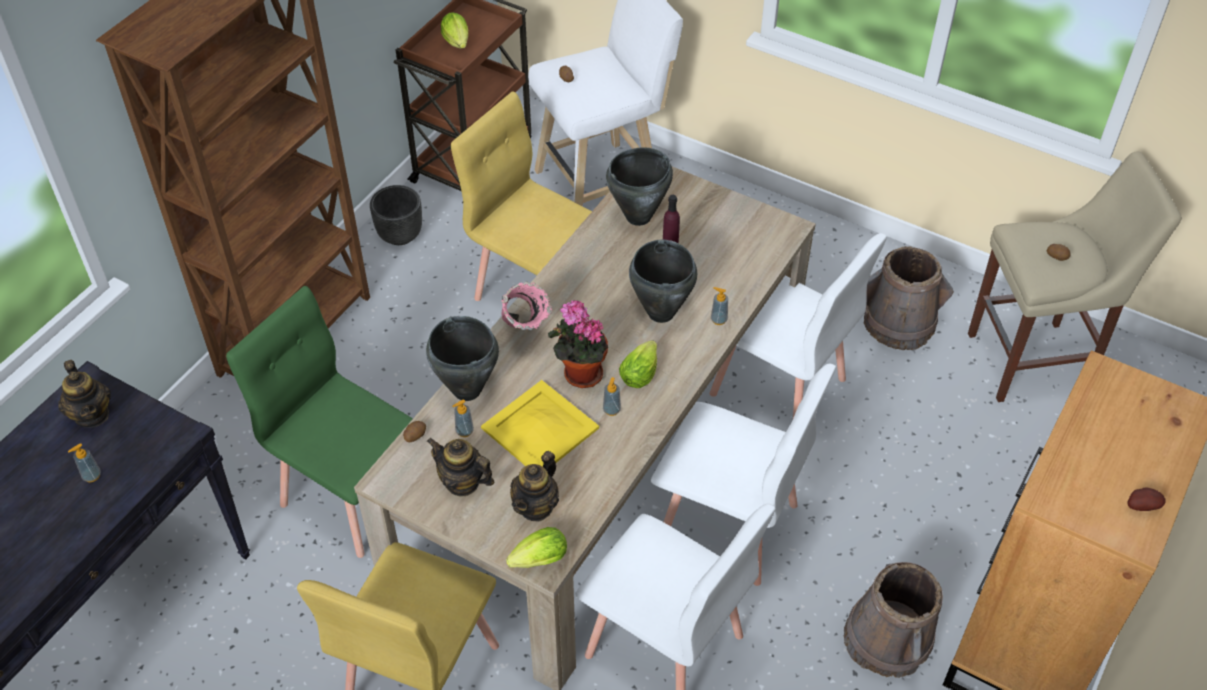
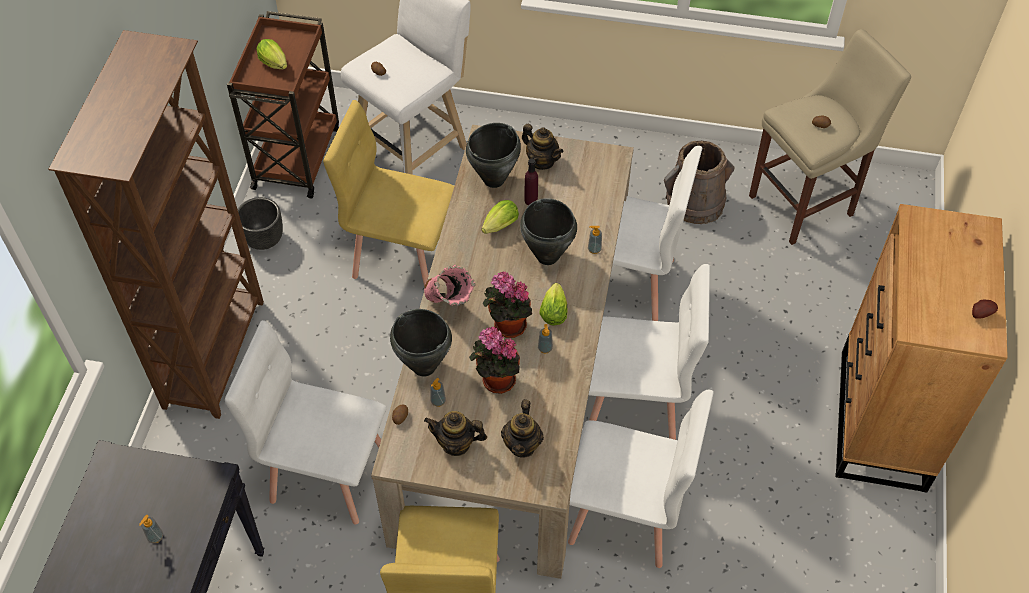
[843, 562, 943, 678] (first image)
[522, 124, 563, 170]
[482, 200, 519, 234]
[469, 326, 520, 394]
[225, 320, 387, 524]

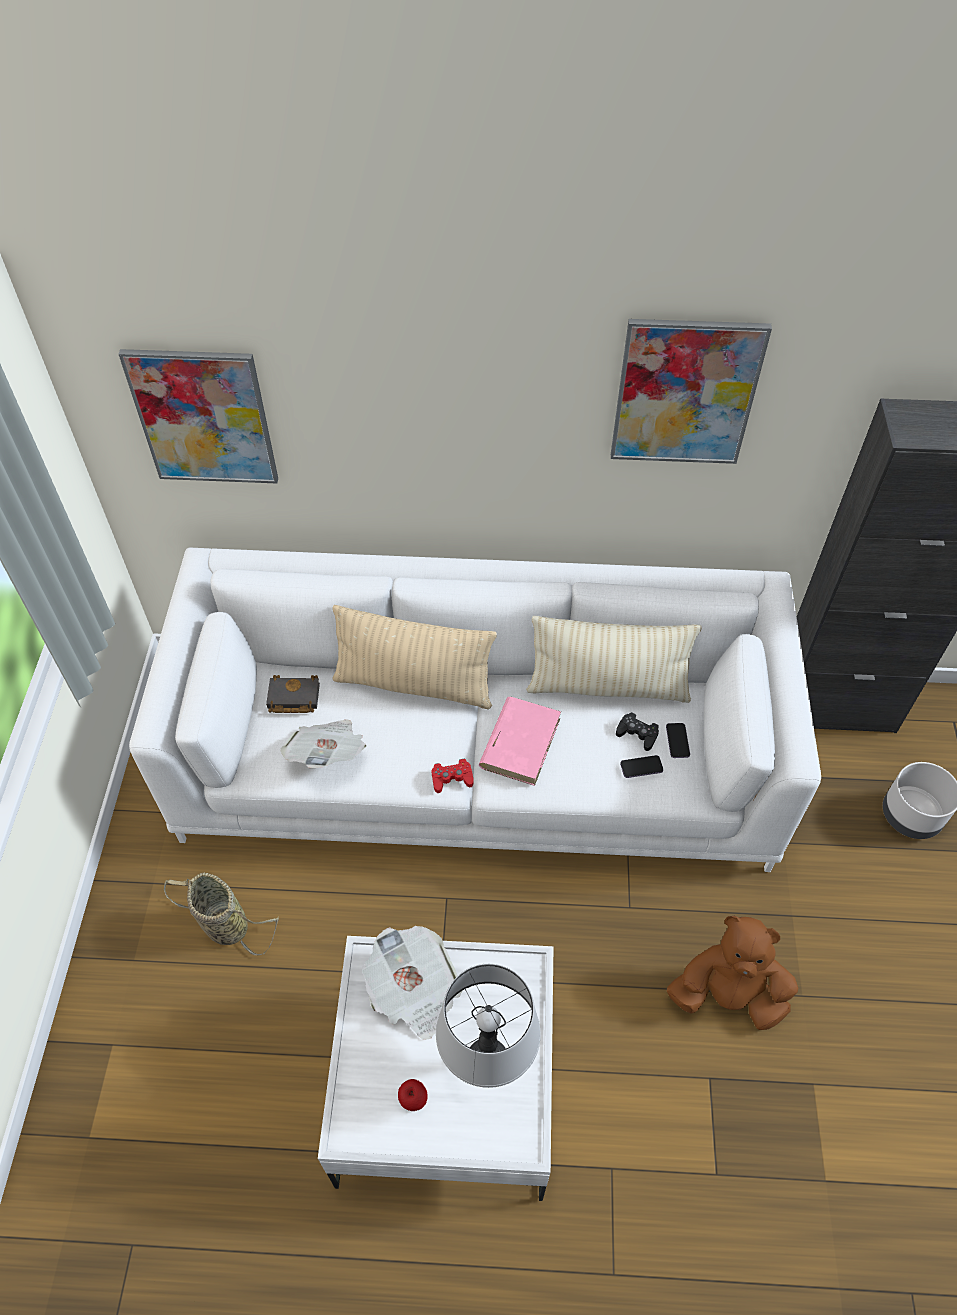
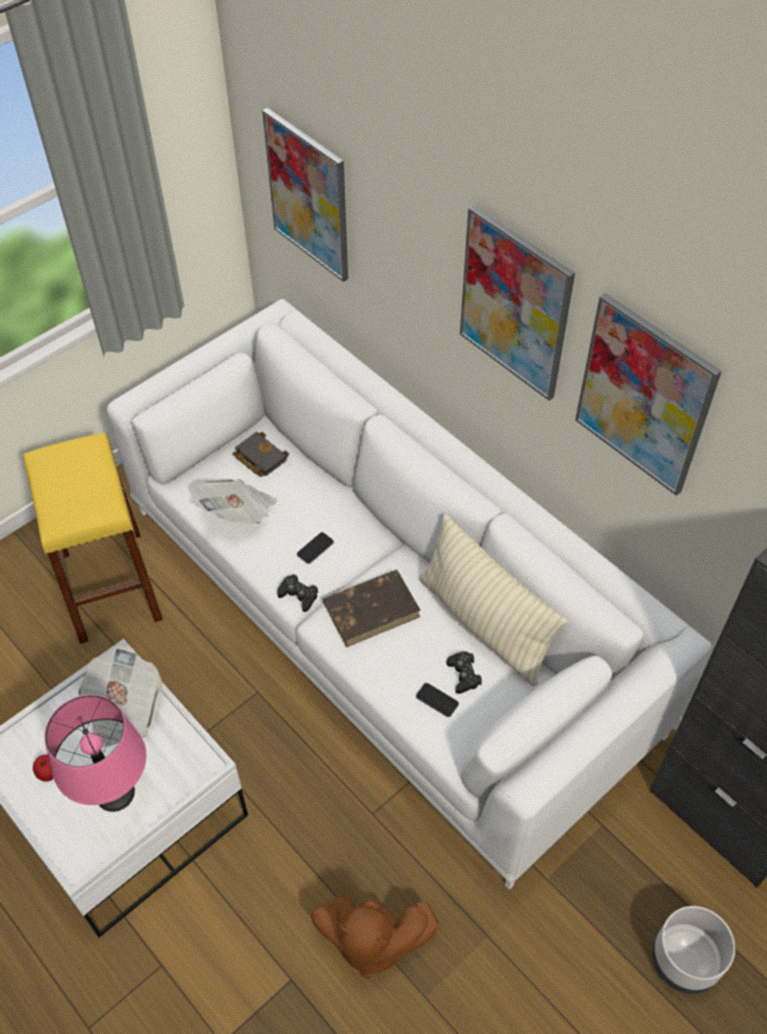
[332, 605, 497, 709] (first image)
[460, 205, 575, 401]
[297, 532, 334, 564]
[23, 433, 163, 644]
[277, 574, 318, 612]
[45, 695, 146, 812]
[323, 569, 421, 647]
[311, 895, 439, 978]

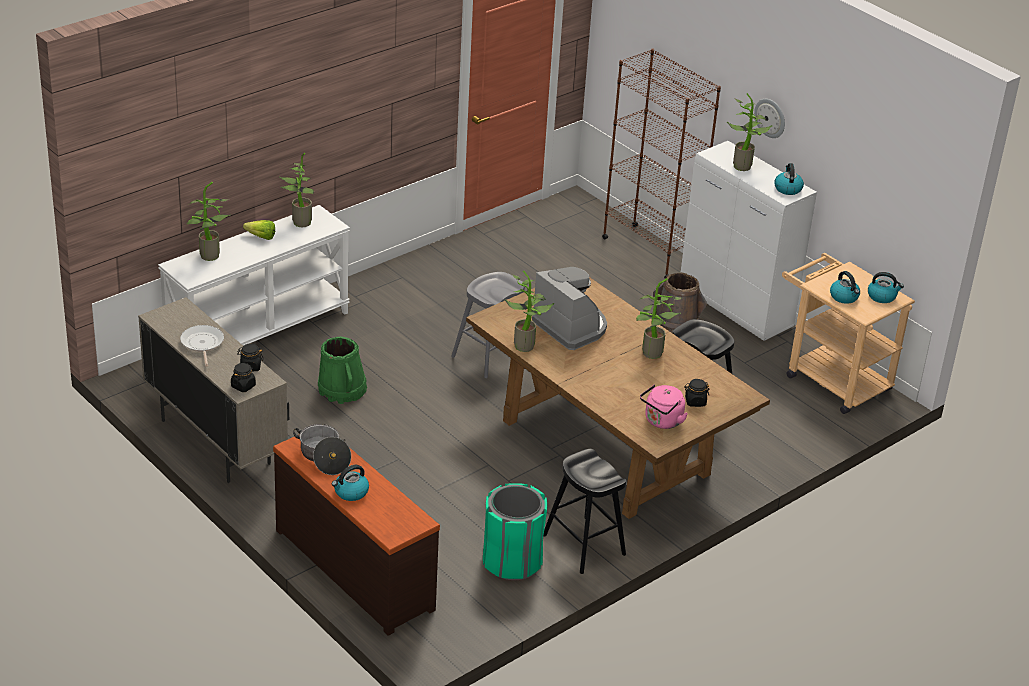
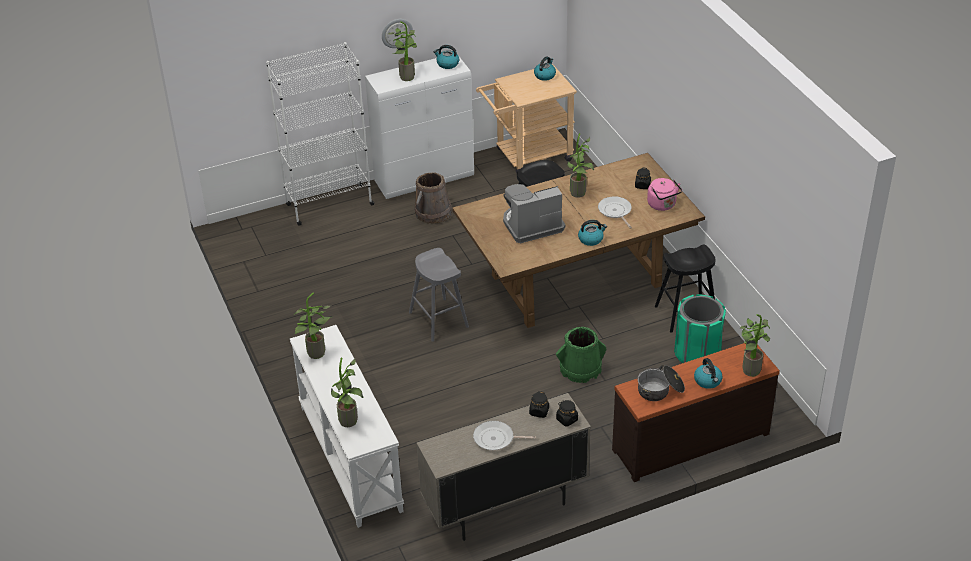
[243, 220, 275, 240] (first image)
[598, 196, 632, 229]
[556, 327, 606, 383]
[739, 314, 770, 377]
[578, 220, 607, 246]
[266, 42, 374, 226]

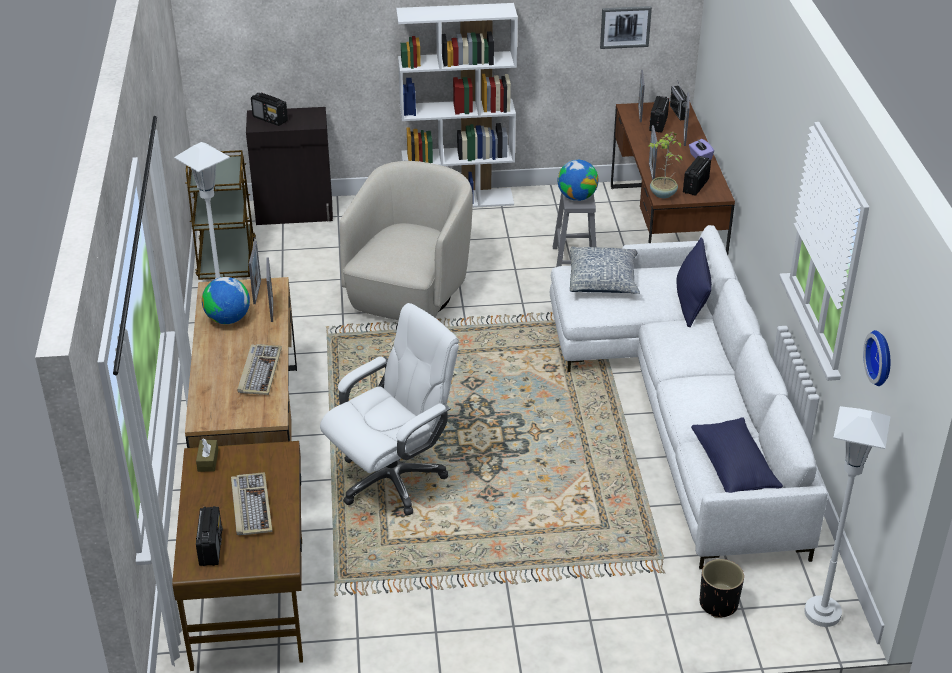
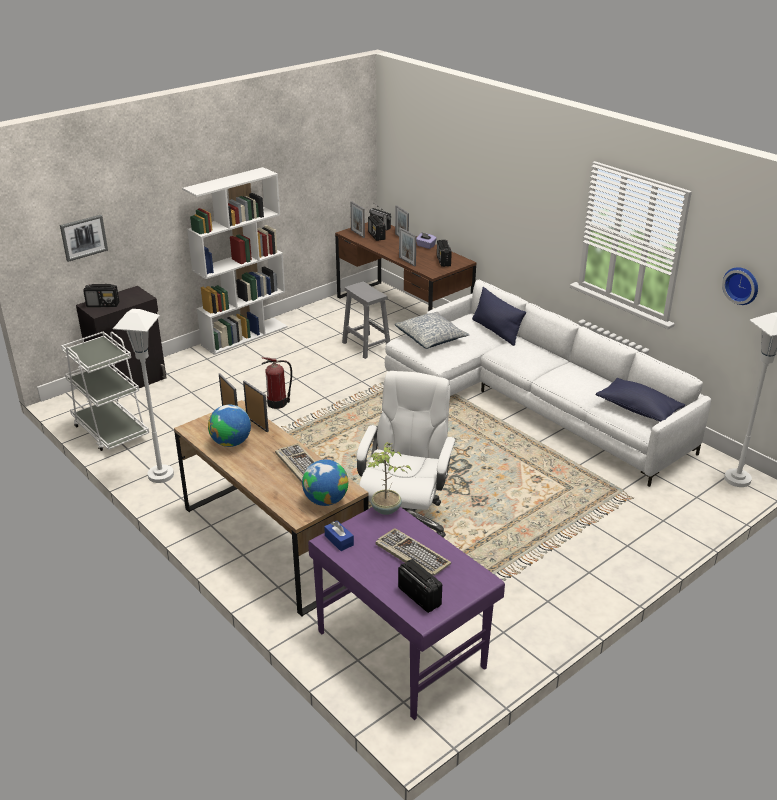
[700, 559, 744, 618] (first image)
[302, 459, 348, 506]
[60, 215, 108, 262]
[367, 442, 411, 515]
[262, 357, 292, 409]
[308, 507, 505, 720]
[61, 331, 149, 451]
[324, 521, 354, 551]

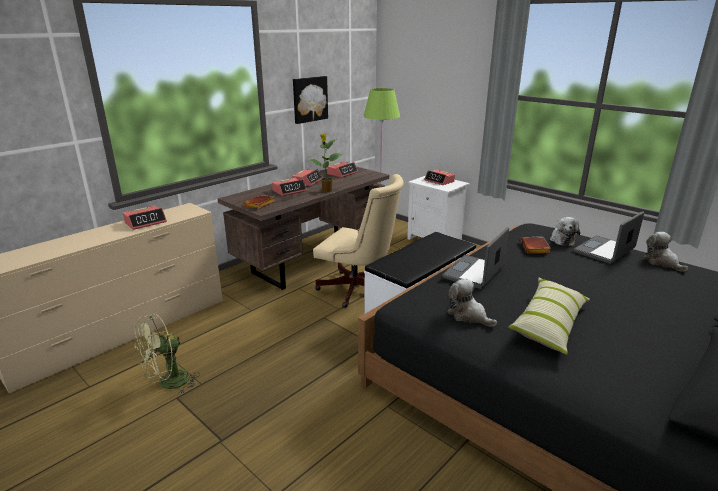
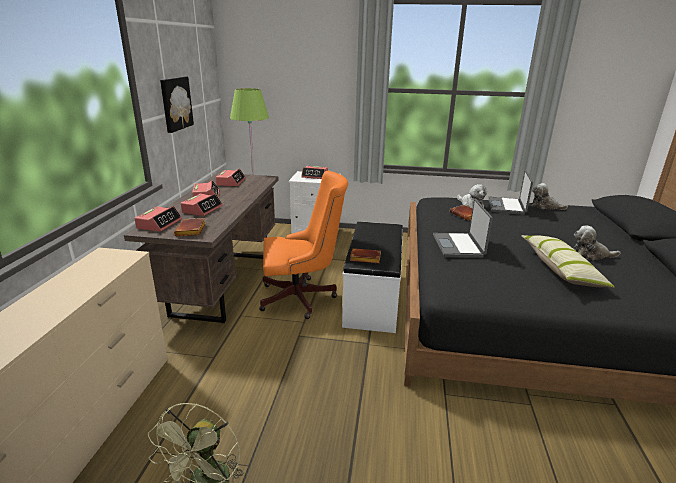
[308, 134, 343, 192] (first image)
[350, 248, 381, 263]
[134, 206, 182, 232]
[573, 226, 621, 260]
[259, 171, 348, 319]

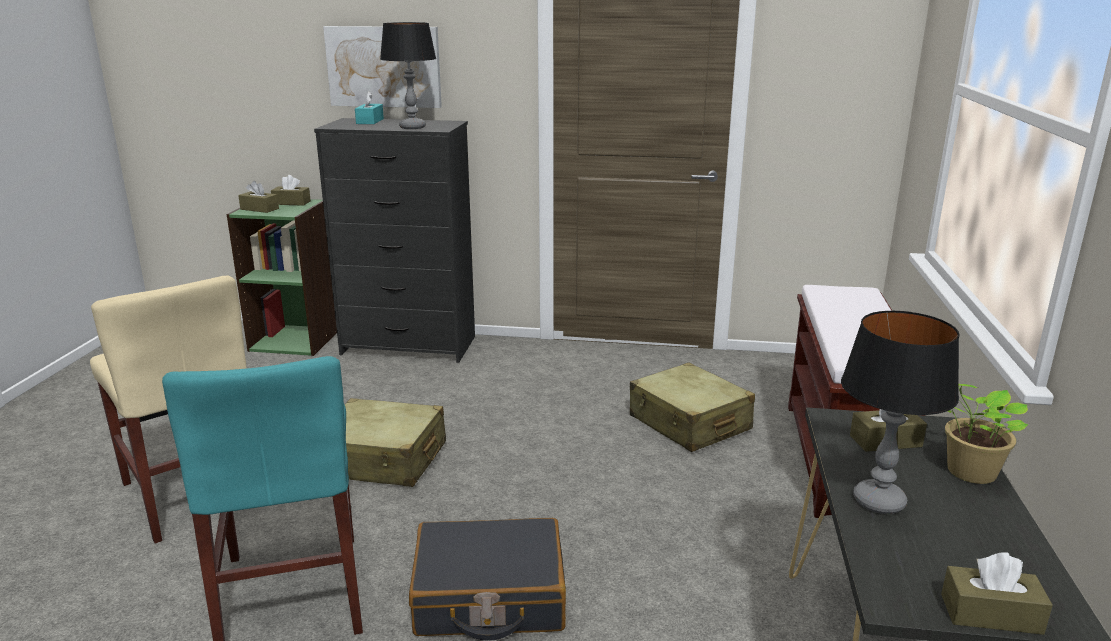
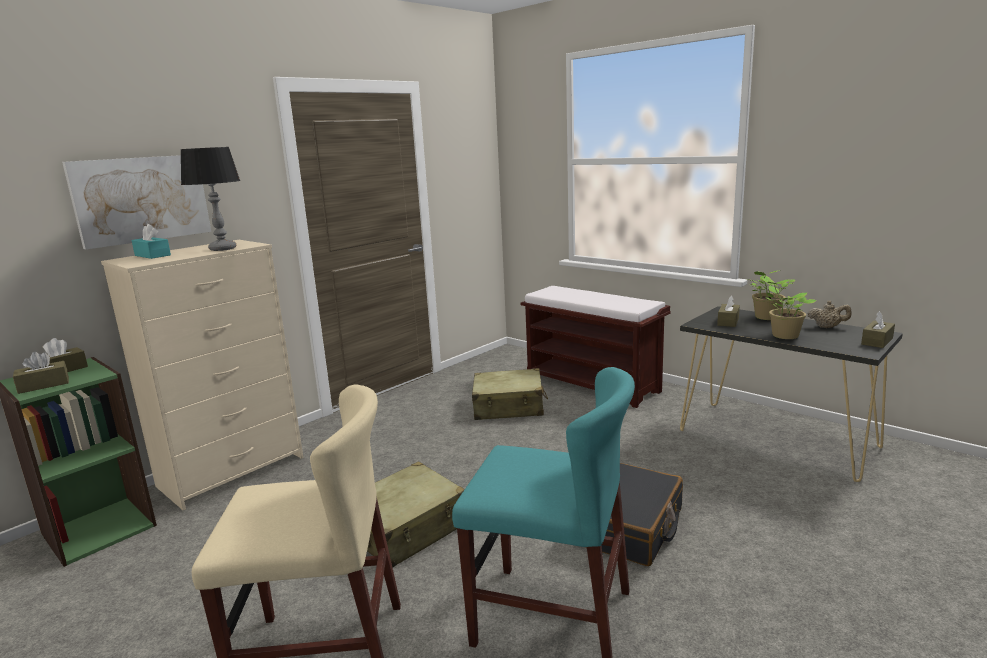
[807, 301, 852, 328]
[761, 277, 817, 339]
[101, 240, 304, 510]

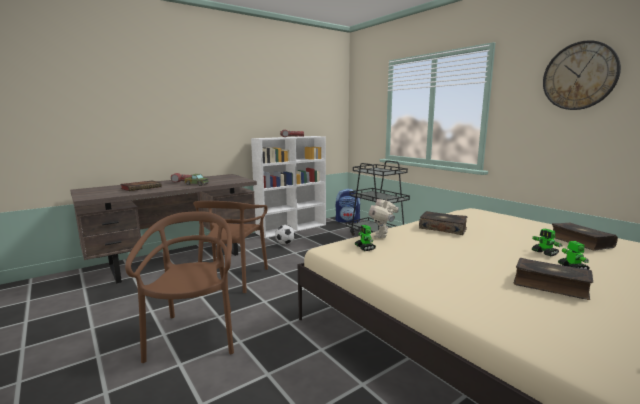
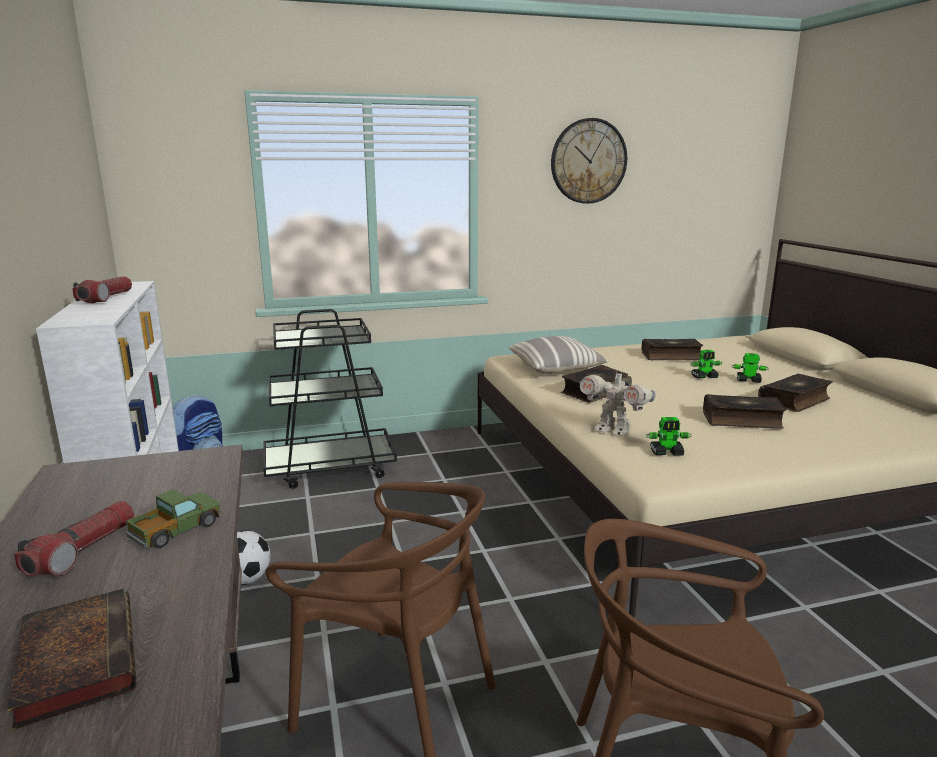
[509, 336, 609, 374]
[703, 394, 786, 429]

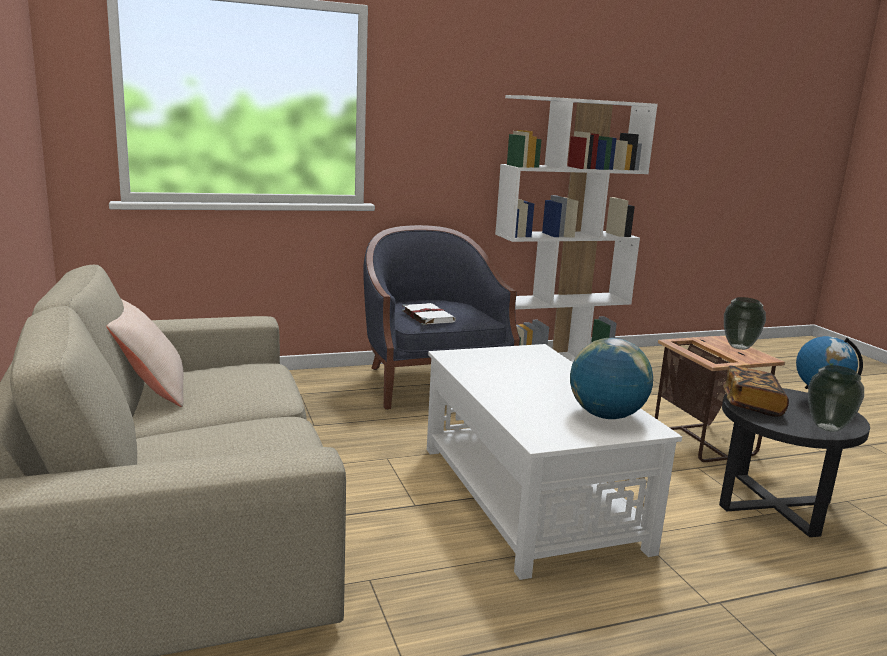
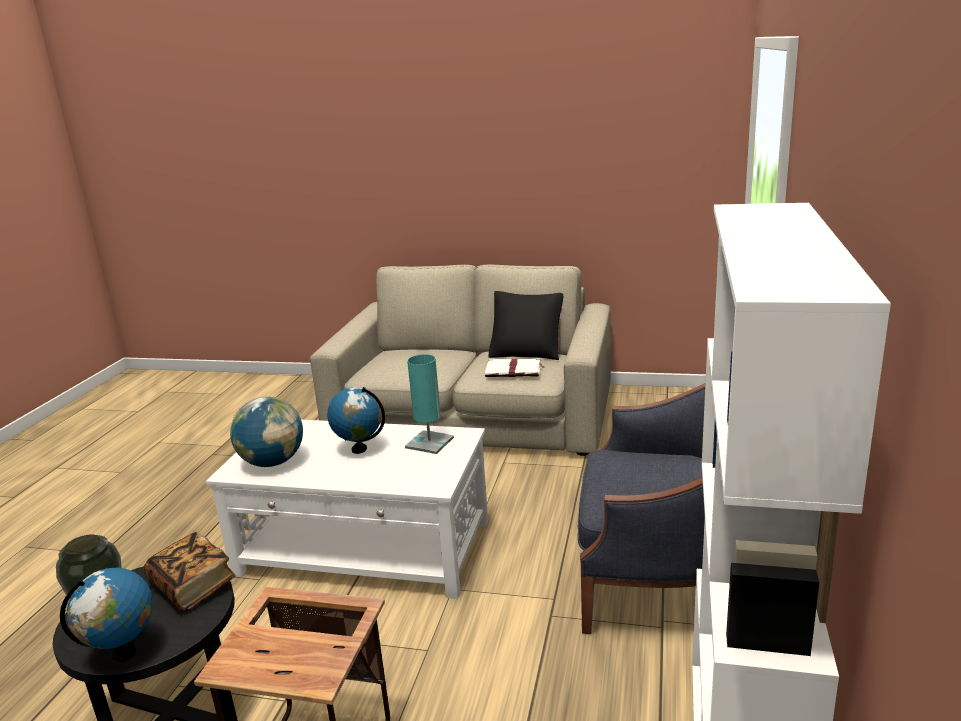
[724, 297, 766, 350] (first image)
[327, 387, 385, 454]
[405, 354, 454, 454]
[485, 358, 545, 377]
[489, 291, 563, 360]

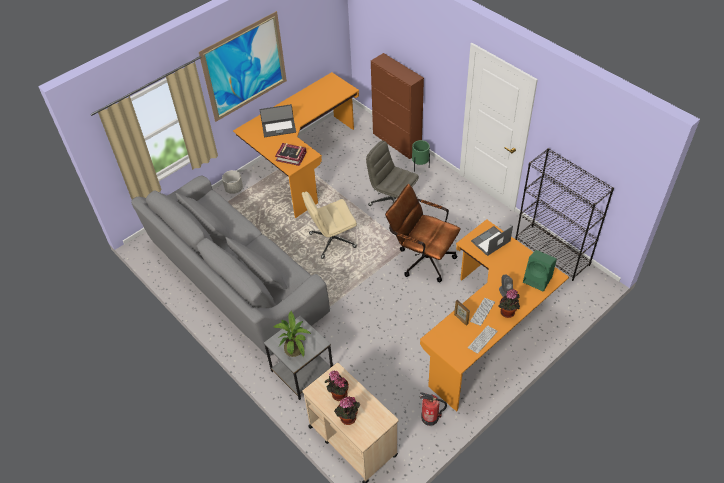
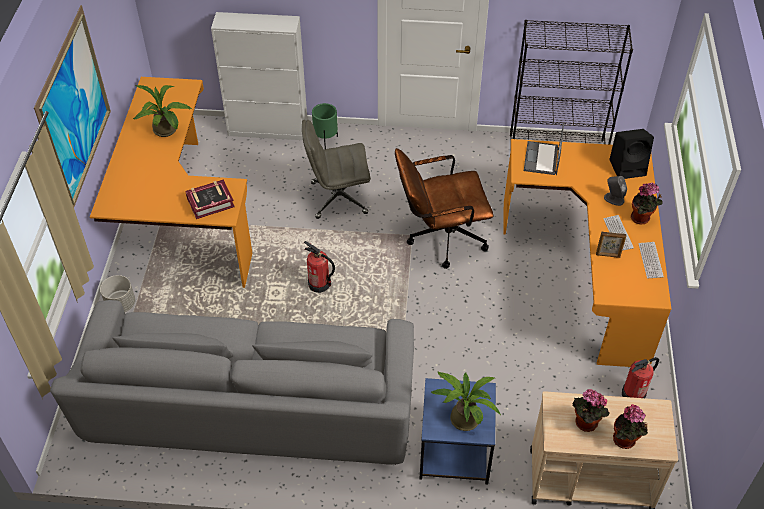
[259, 104, 296, 137] (first image)
[133, 85, 192, 137]
[304, 241, 335, 293]
[420, 378, 496, 484]
[211, 12, 308, 140]
[609, 129, 654, 179]

